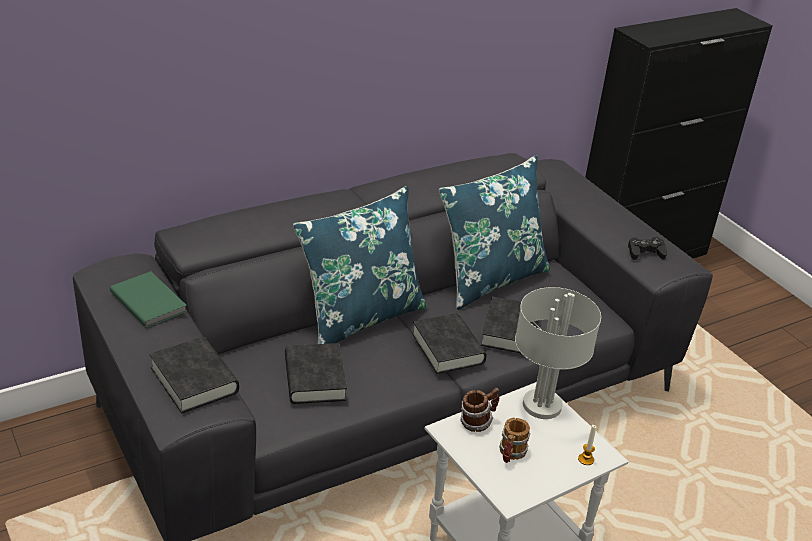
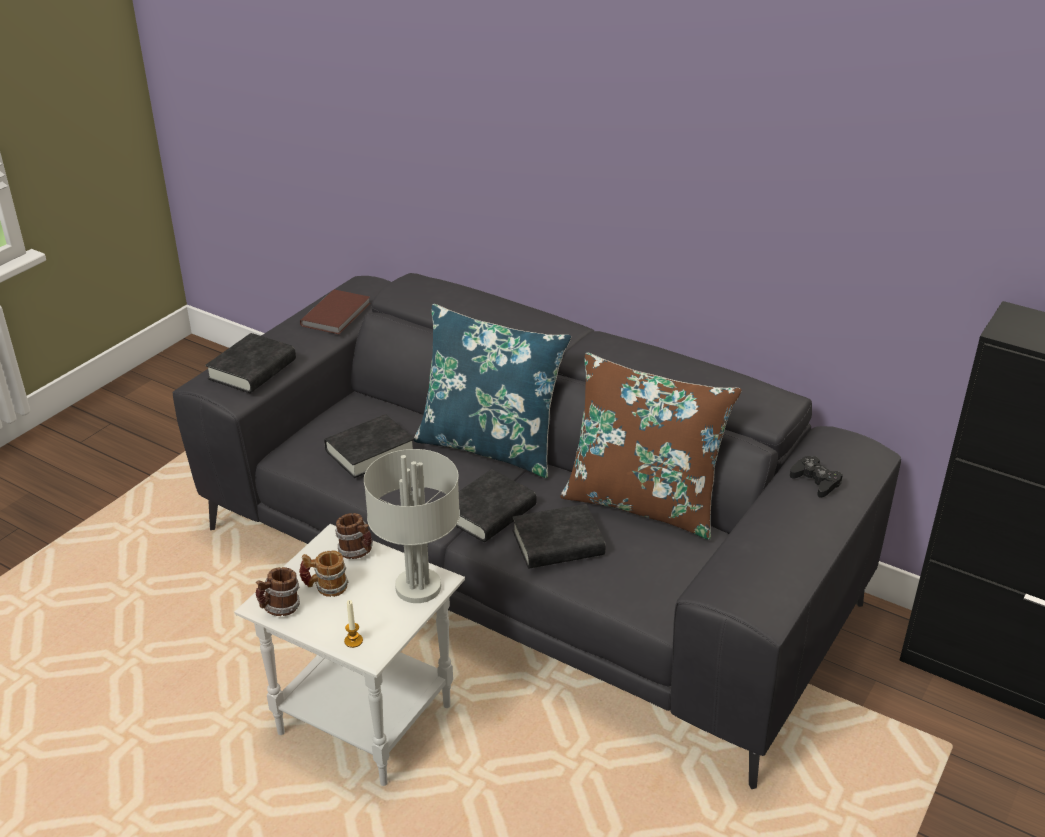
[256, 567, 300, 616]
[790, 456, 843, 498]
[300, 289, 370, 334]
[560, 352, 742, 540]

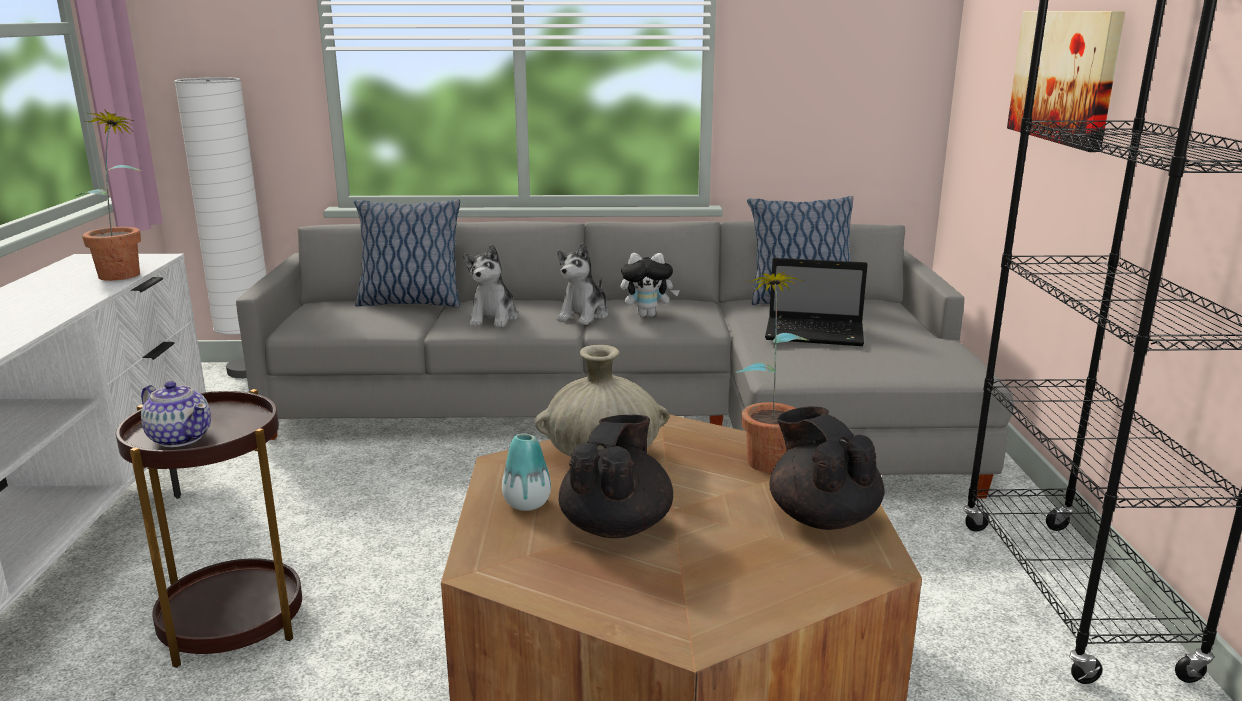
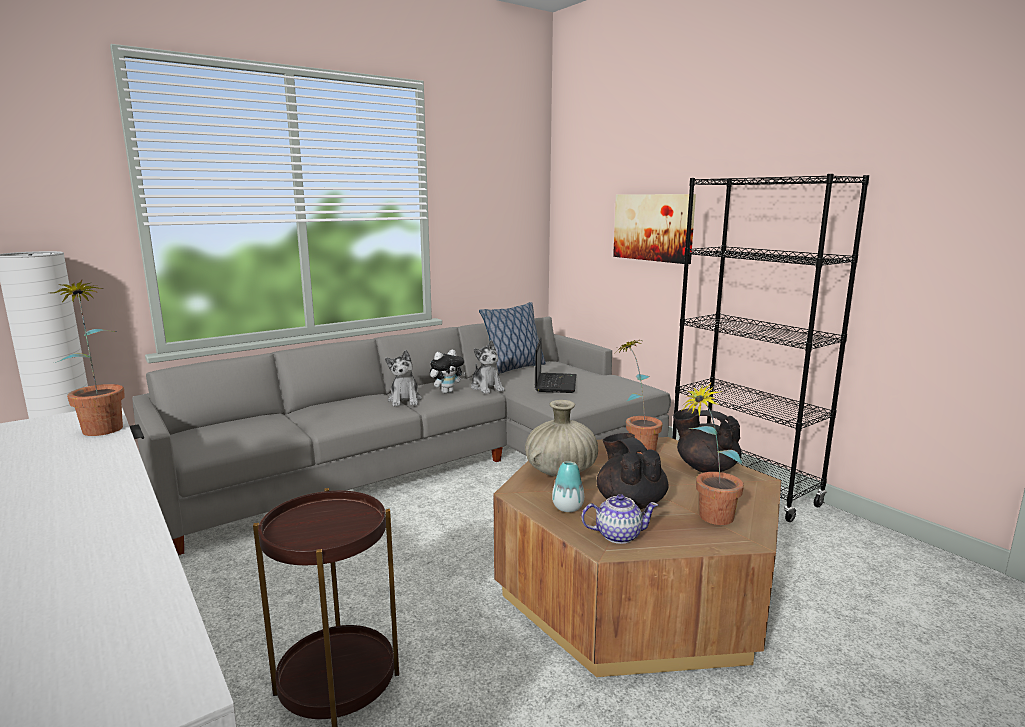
[354, 199, 460, 307] (first image)
[681, 383, 744, 525]
[581, 494, 658, 544]
[471, 340, 505, 394]
[535, 337, 576, 393]

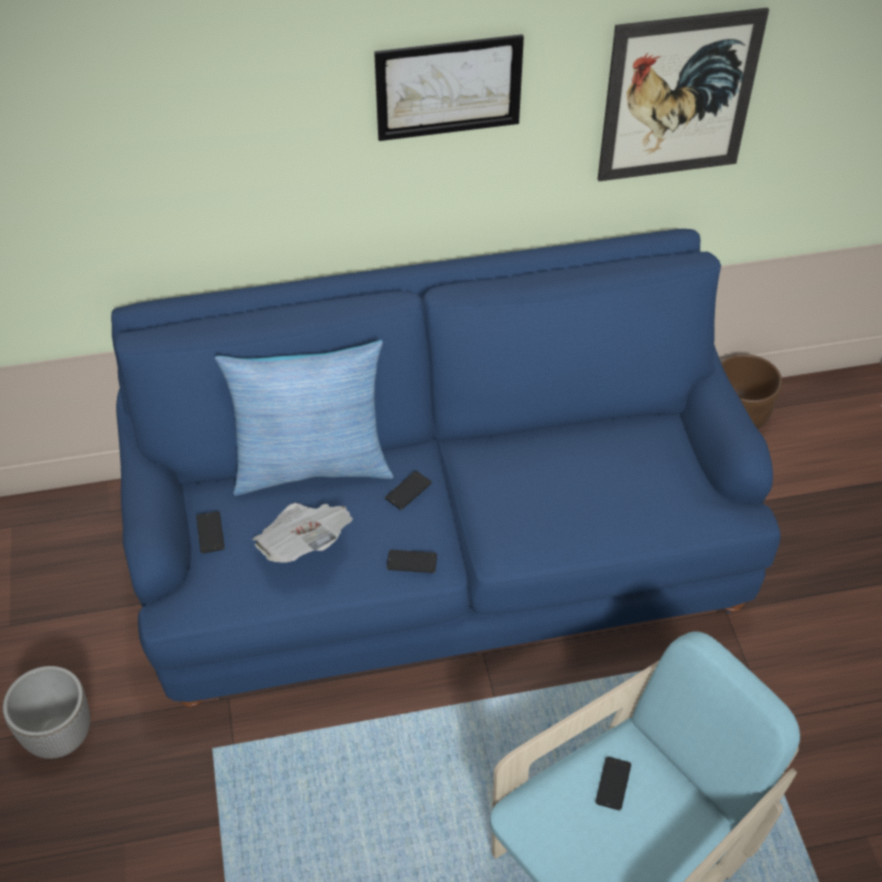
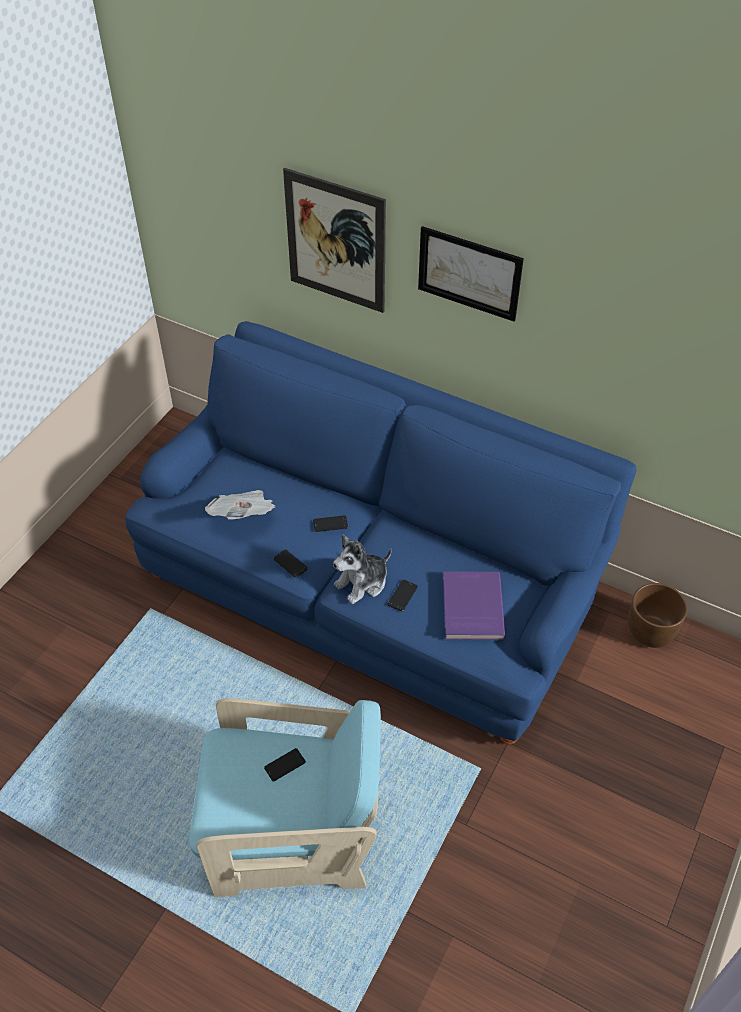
[3, 666, 90, 759] (first image)
[215, 340, 393, 496] (first image)
[333, 534, 392, 604]
[443, 571, 506, 640]
[388, 580, 418, 611]
[283, 168, 386, 313]

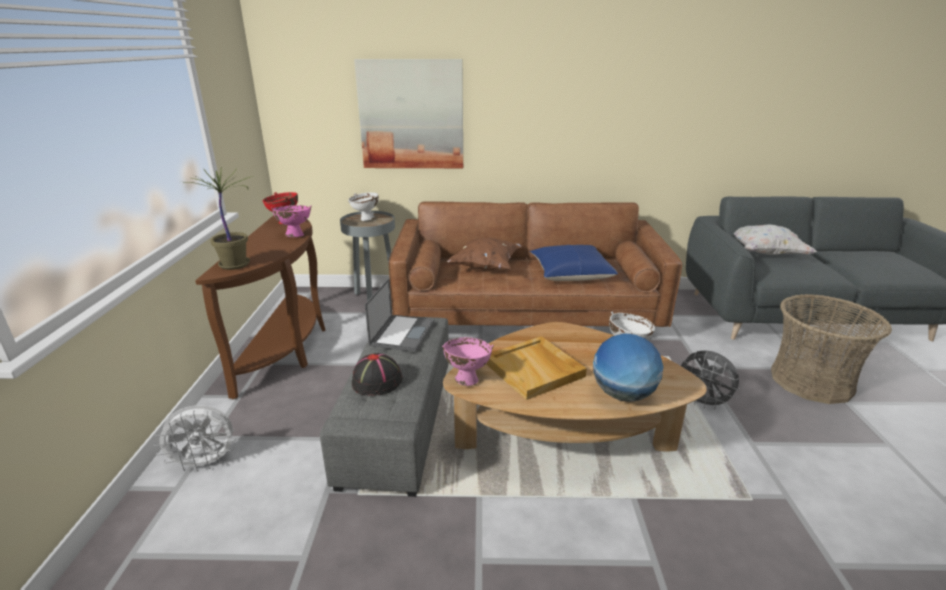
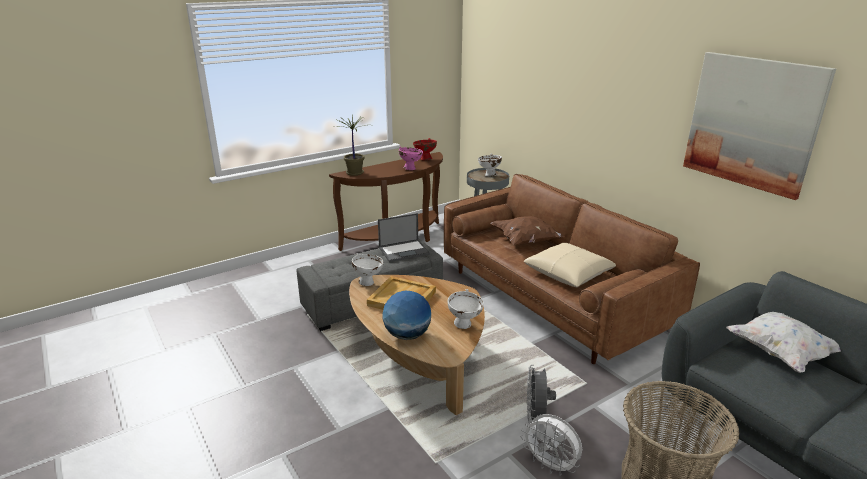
[352, 353, 403, 396] (first image)
[521, 414, 582, 476]
[683, 52, 836, 200]
[352, 253, 384, 286]
[524, 243, 616, 287]

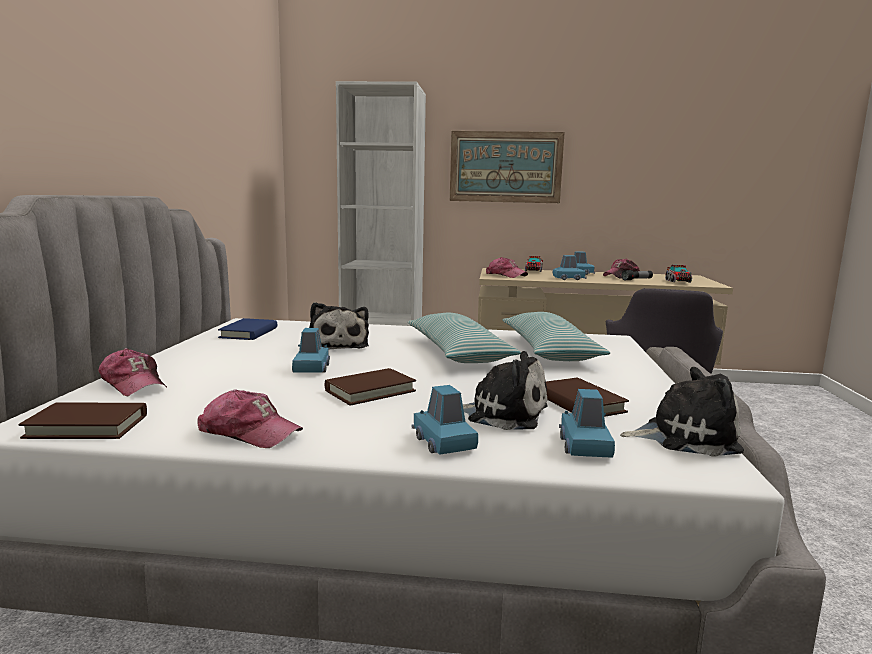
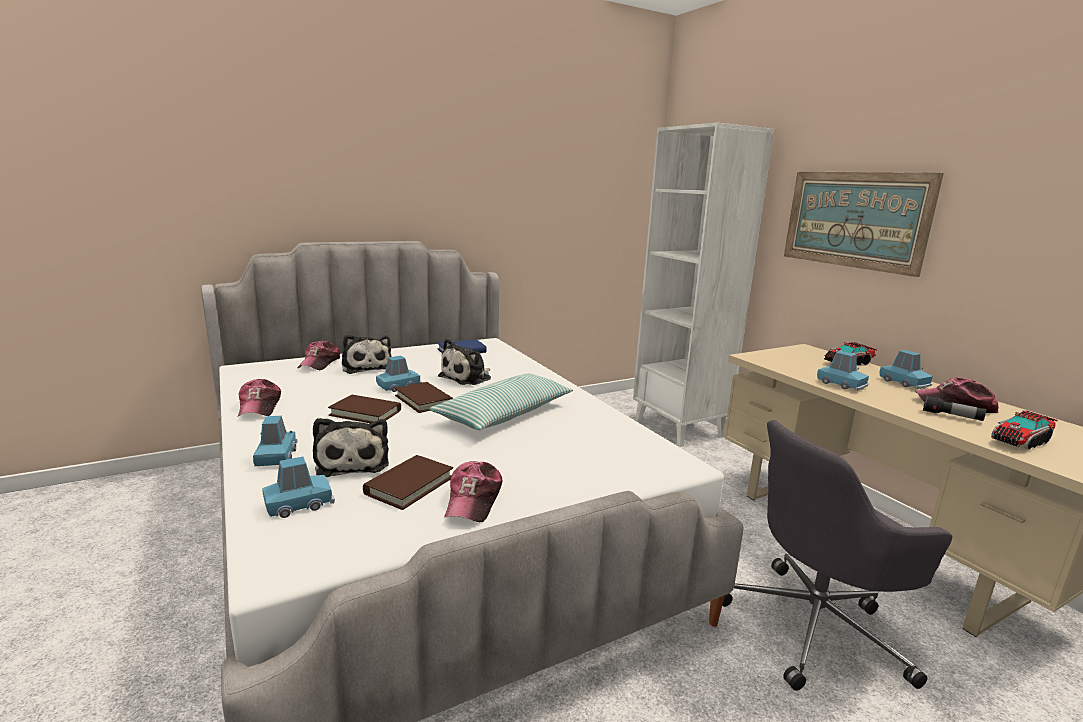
[503, 312, 610, 361] (first image)
[395, 382, 453, 413]
[444, 461, 503, 522]
[342, 335, 391, 374]
[253, 416, 297, 466]

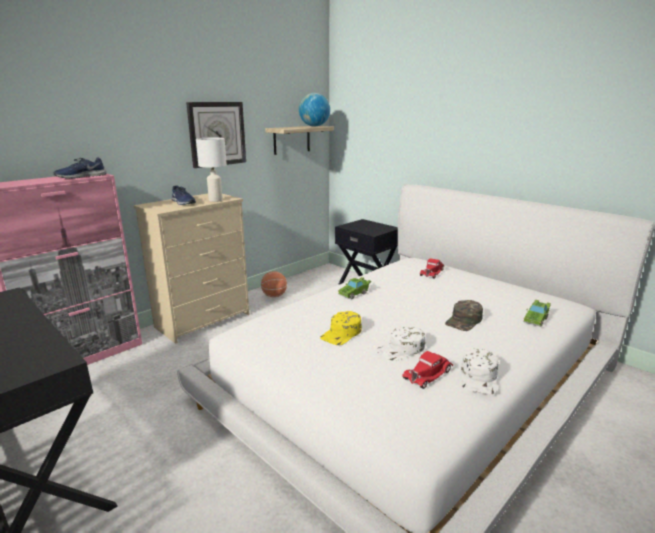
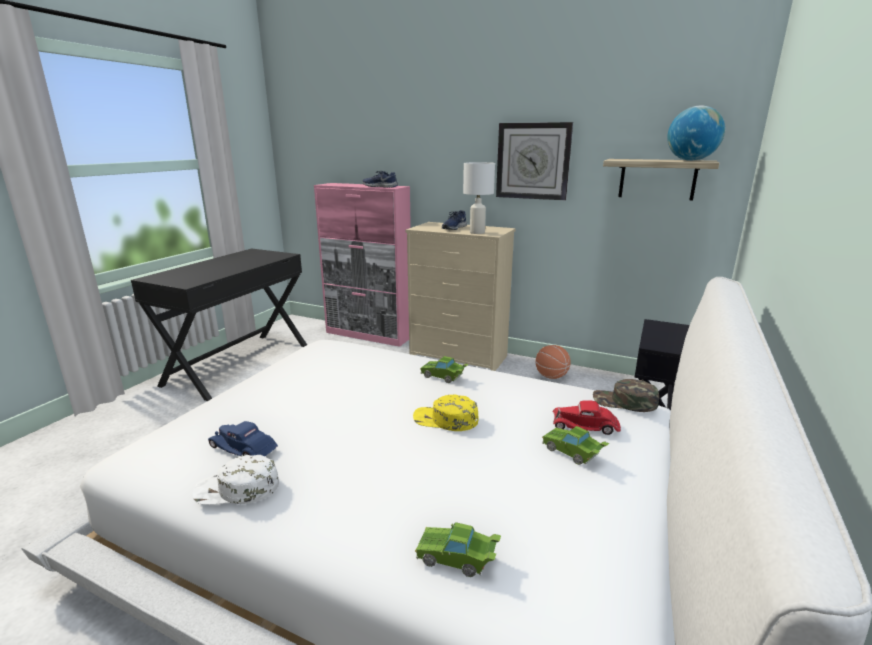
[376, 326, 425, 361] (first image)
[542, 426, 609, 465]
[413, 395, 479, 431]
[593, 379, 659, 412]
[208, 421, 278, 456]

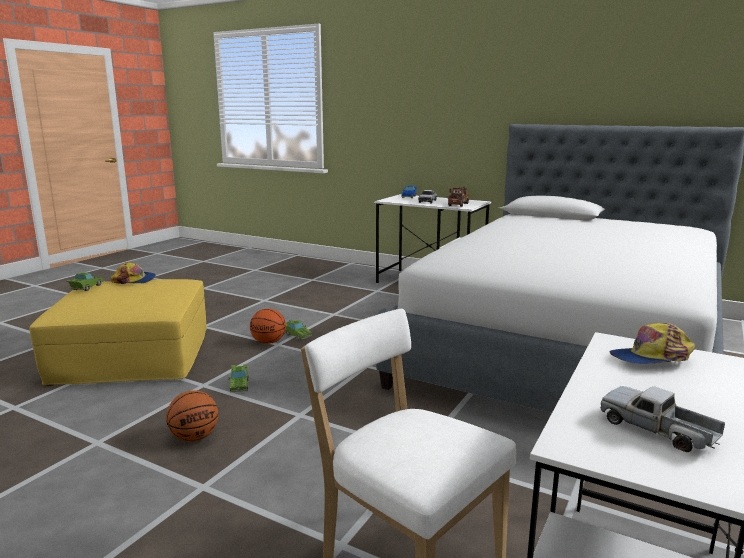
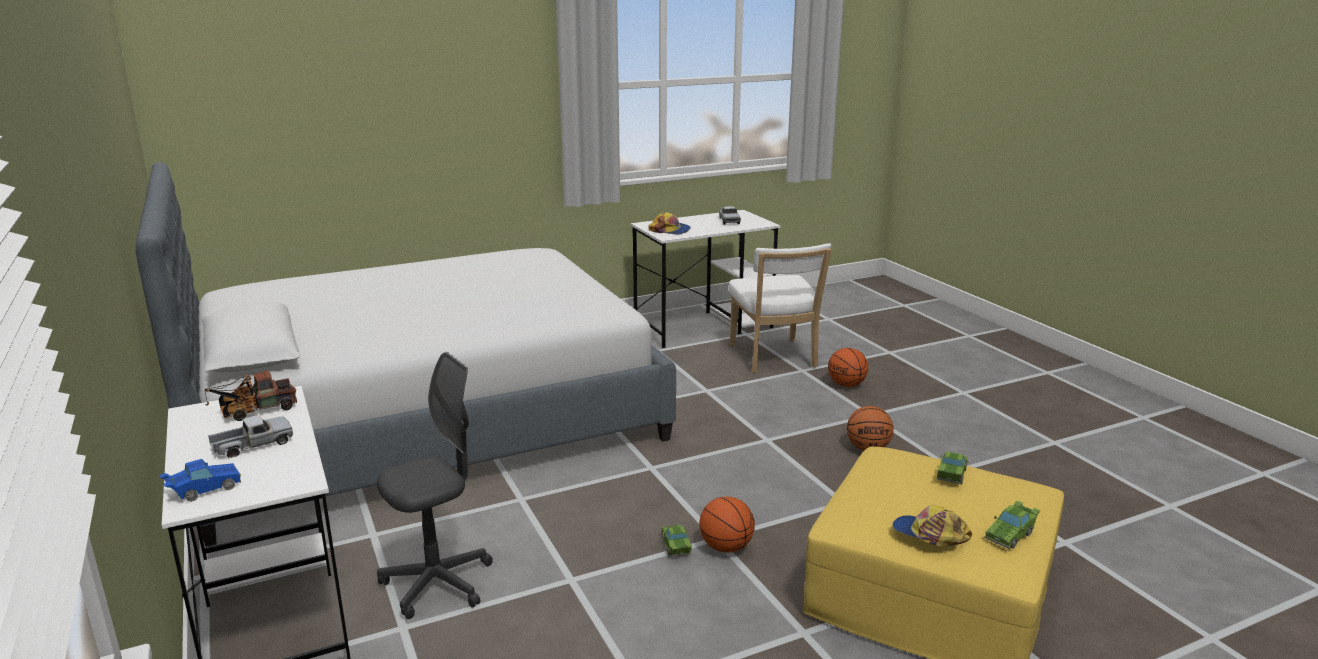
[377, 352, 493, 619]
[828, 348, 868, 387]
[937, 451, 969, 484]

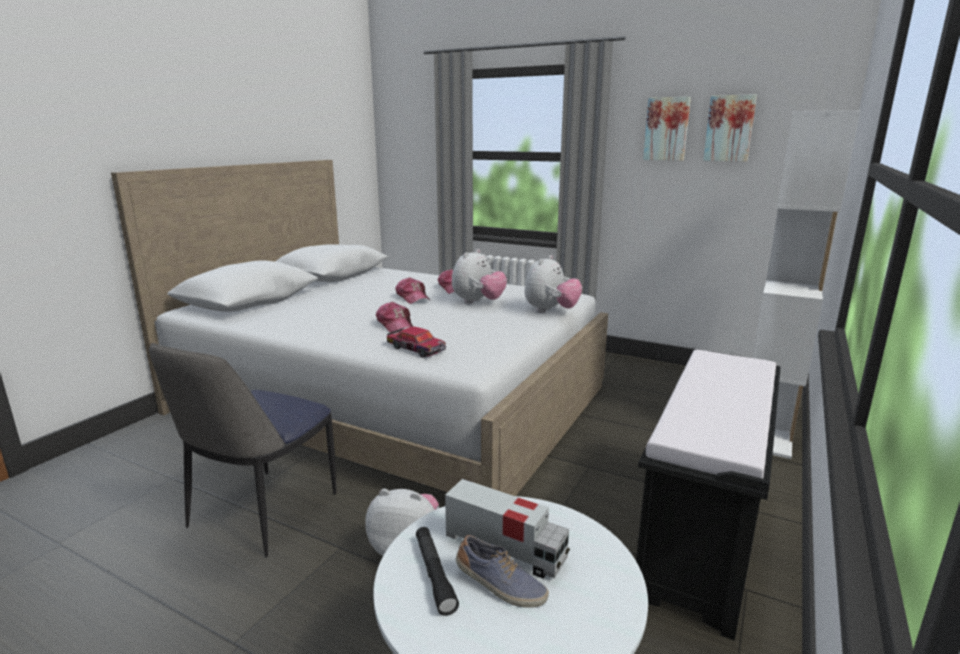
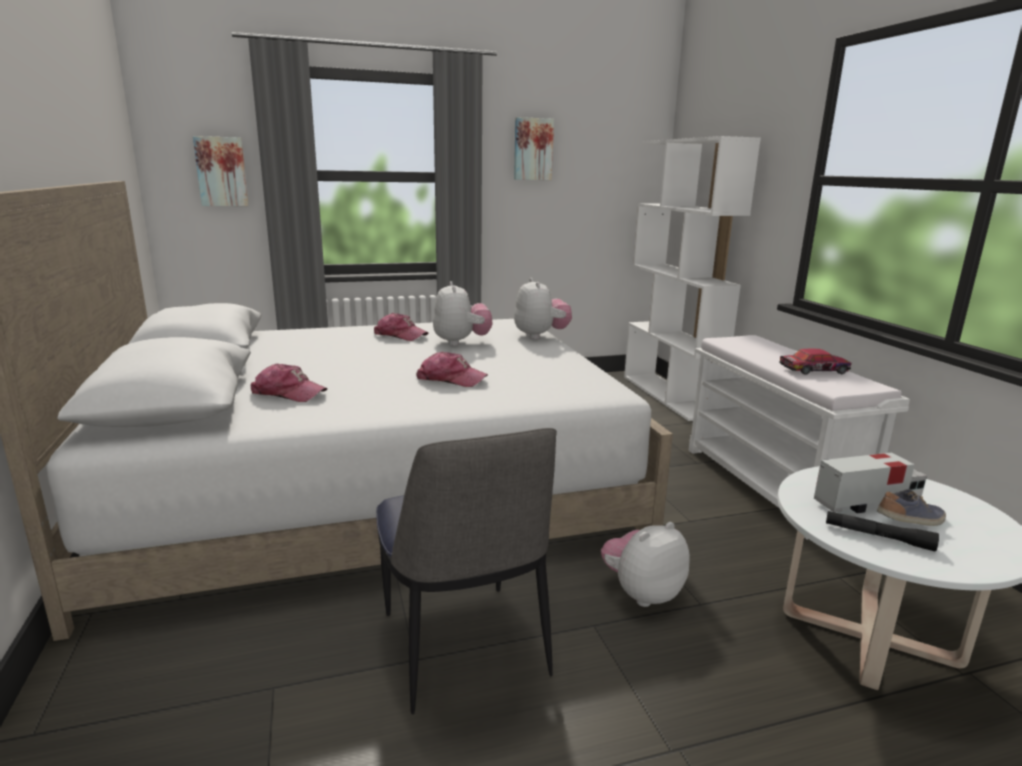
[779, 349, 851, 375]
[251, 363, 327, 402]
[193, 136, 249, 206]
[688, 335, 910, 540]

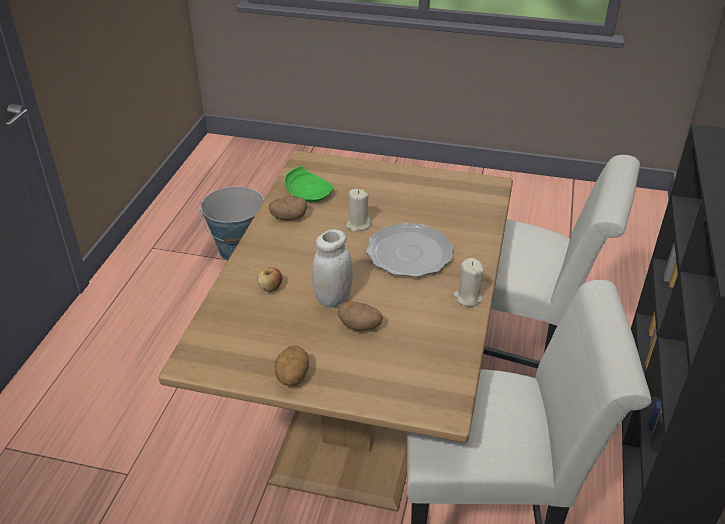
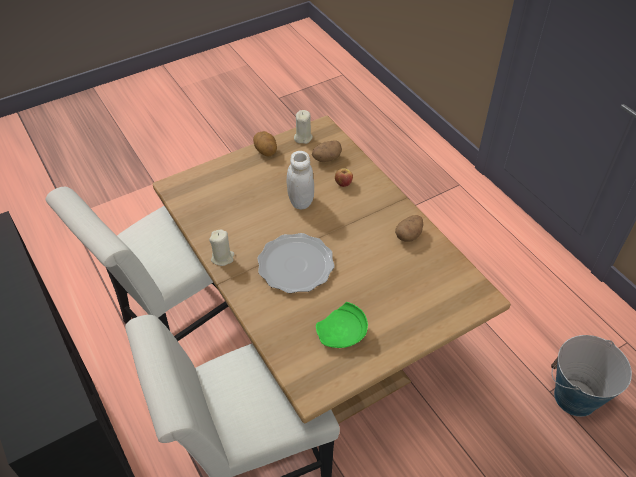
[316, 302, 368, 348]
[312, 140, 342, 162]
[294, 110, 313, 144]

